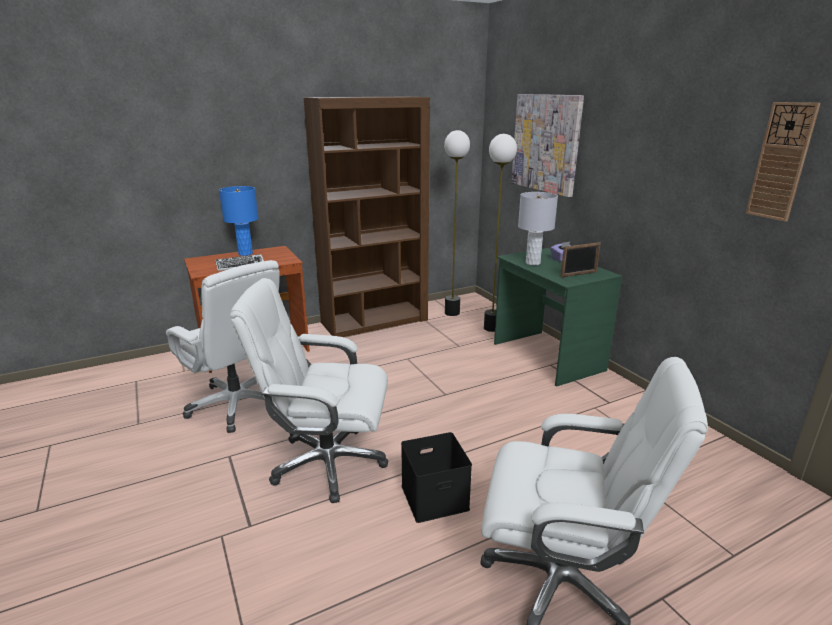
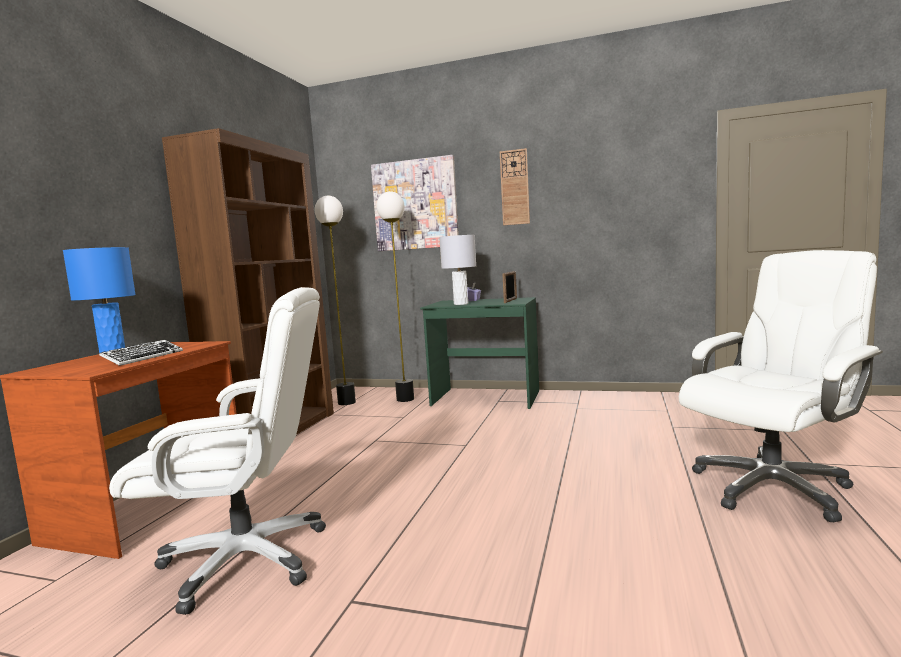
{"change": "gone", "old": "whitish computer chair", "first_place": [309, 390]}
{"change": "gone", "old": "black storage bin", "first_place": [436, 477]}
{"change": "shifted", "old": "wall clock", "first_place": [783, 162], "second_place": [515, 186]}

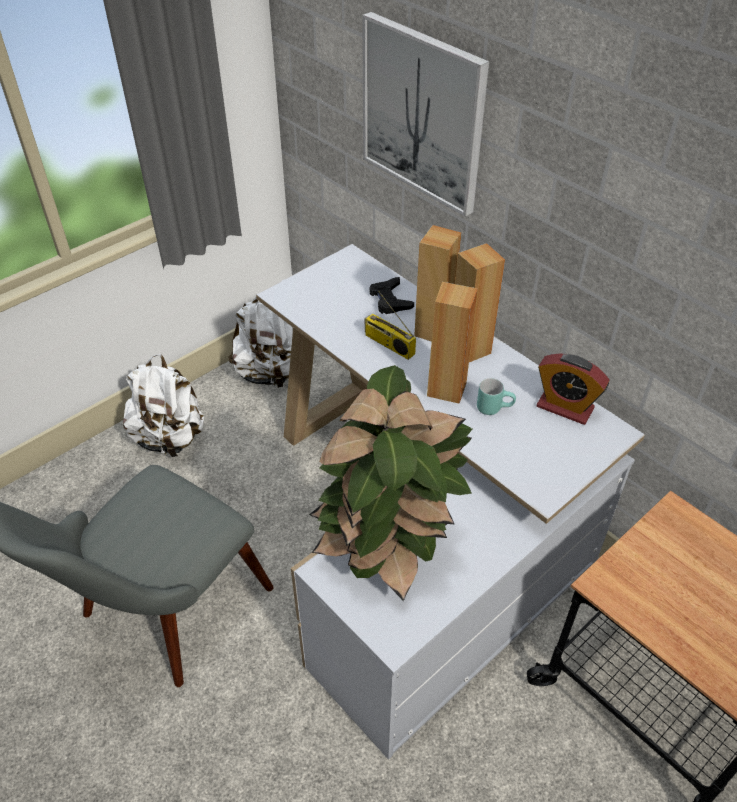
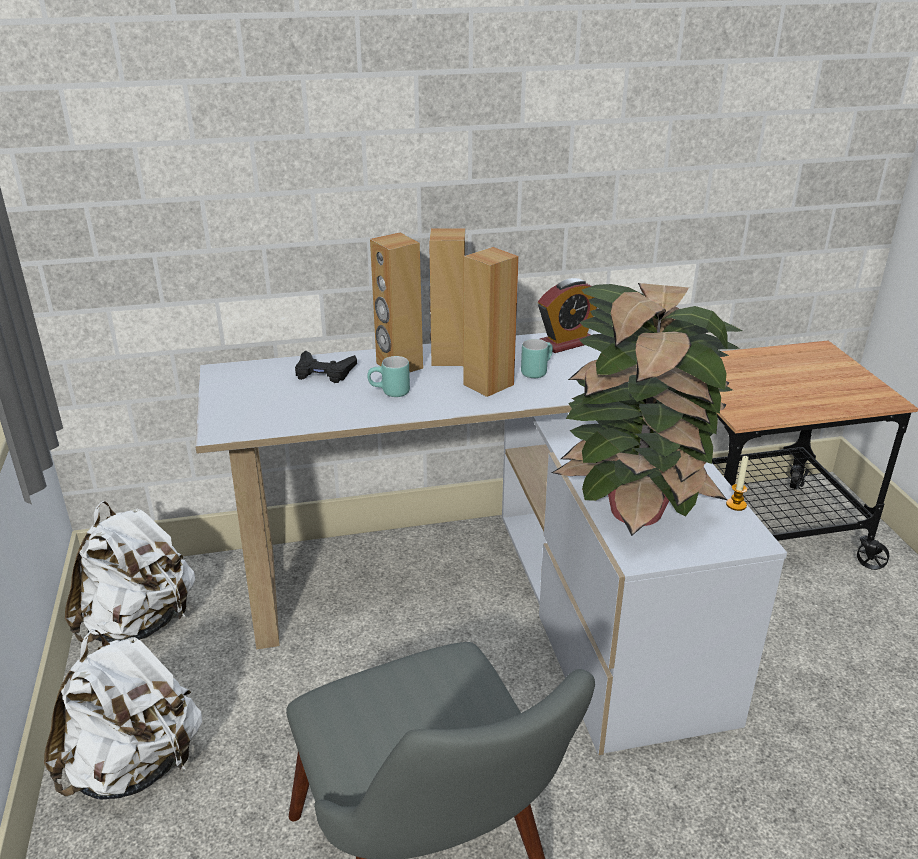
{"change": "gone", "old": "picture", "first_place": [426, 114]}
{"change": "new", "new": "candle", "second_place": [737, 483]}
{"change": "swapped", "old": "radio", "new": "turquoise coffee mug", "first_place": [390, 325], "second_place": [388, 376]}

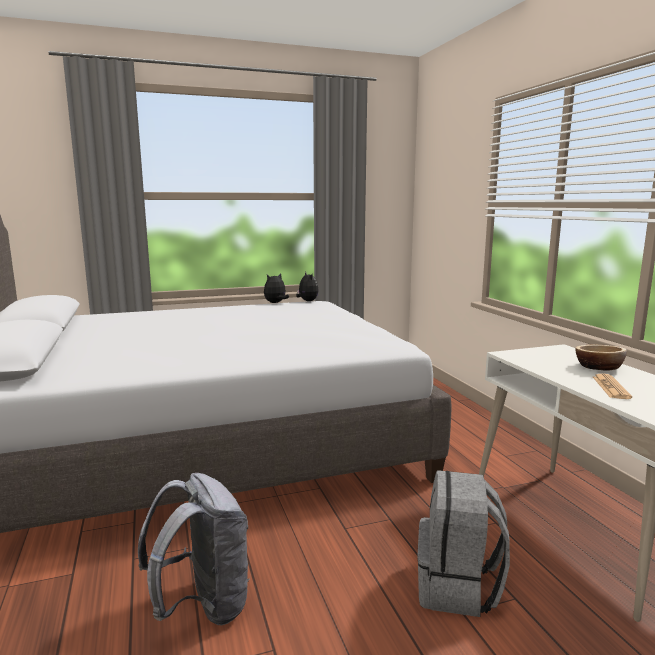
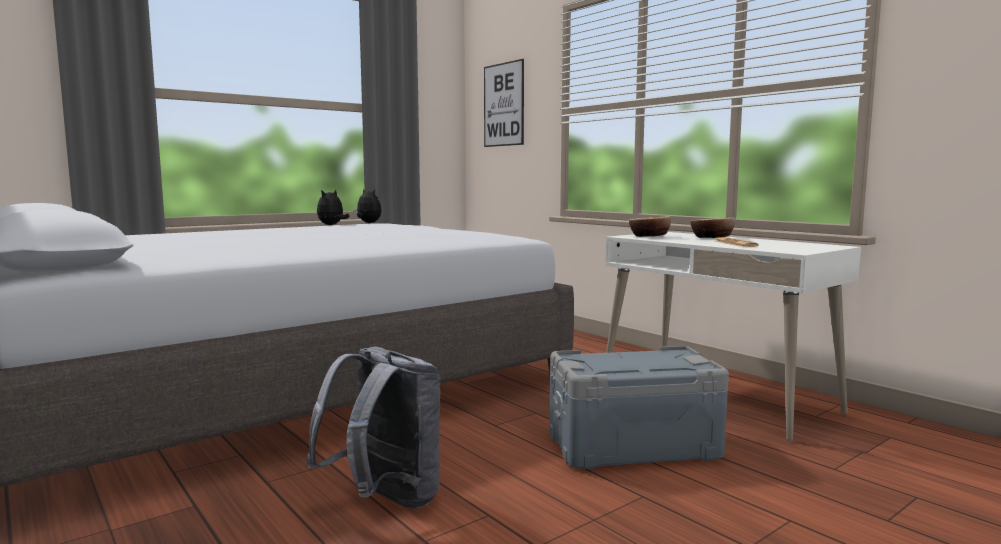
{"change": "new", "new": "picture", "second_place": [504, 103]}
{"change": "new", "new": "serving bowl", "second_place": [650, 226]}
{"change": "swapped", "old": "grey backpack", "new": "grey storage bin", "first_place": [463, 543], "second_place": [639, 407]}

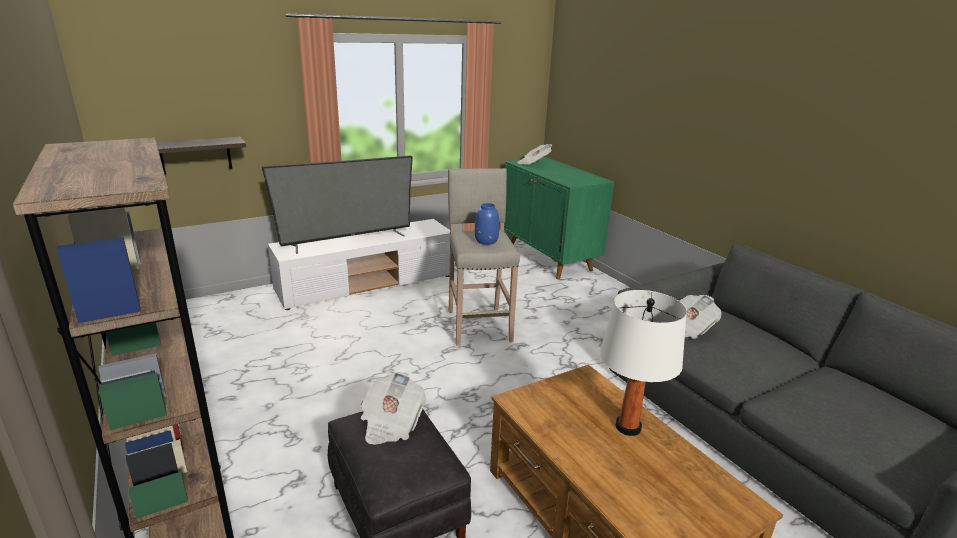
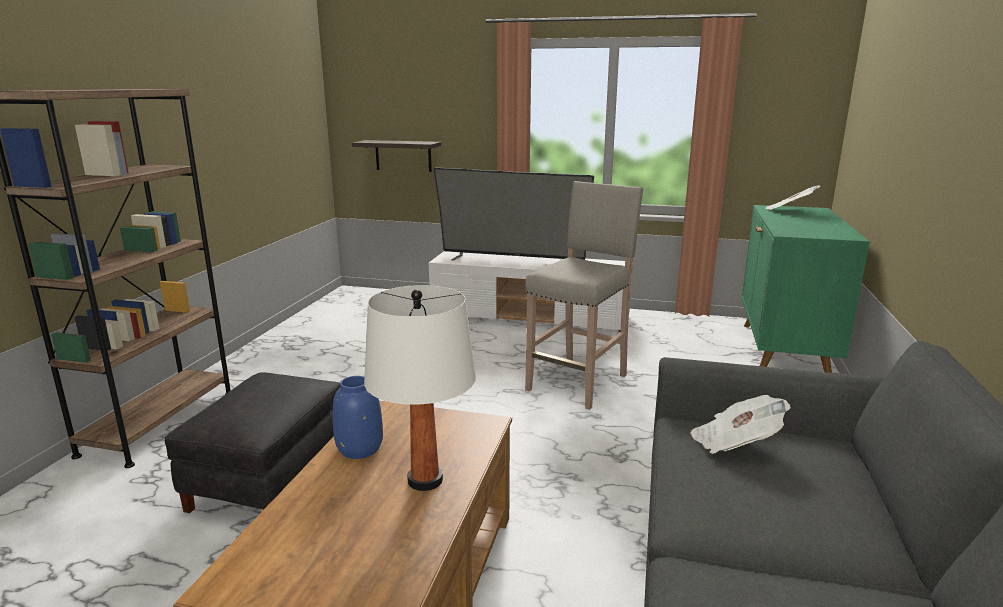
{"change": "gone", "old": "newspaper", "first_place": [393, 408]}
{"change": "shifted", "old": "blue-coloured flower vase", "first_place": [487, 224], "second_place": [357, 417]}

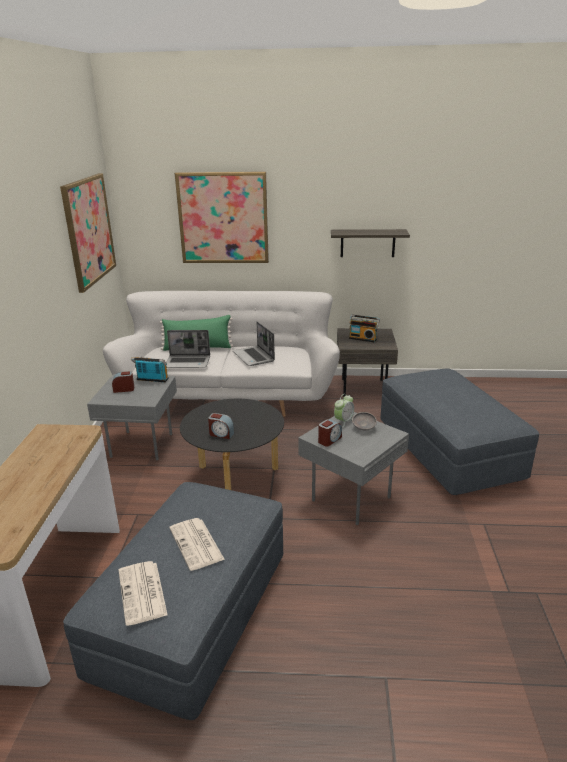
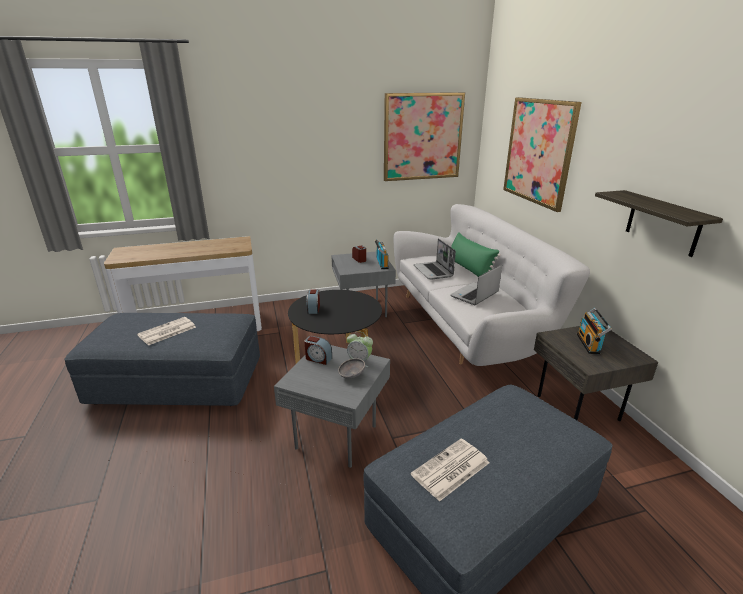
{"change": "shifted", "old": "newspaper", "first_place": [143, 593], "second_place": [450, 470]}

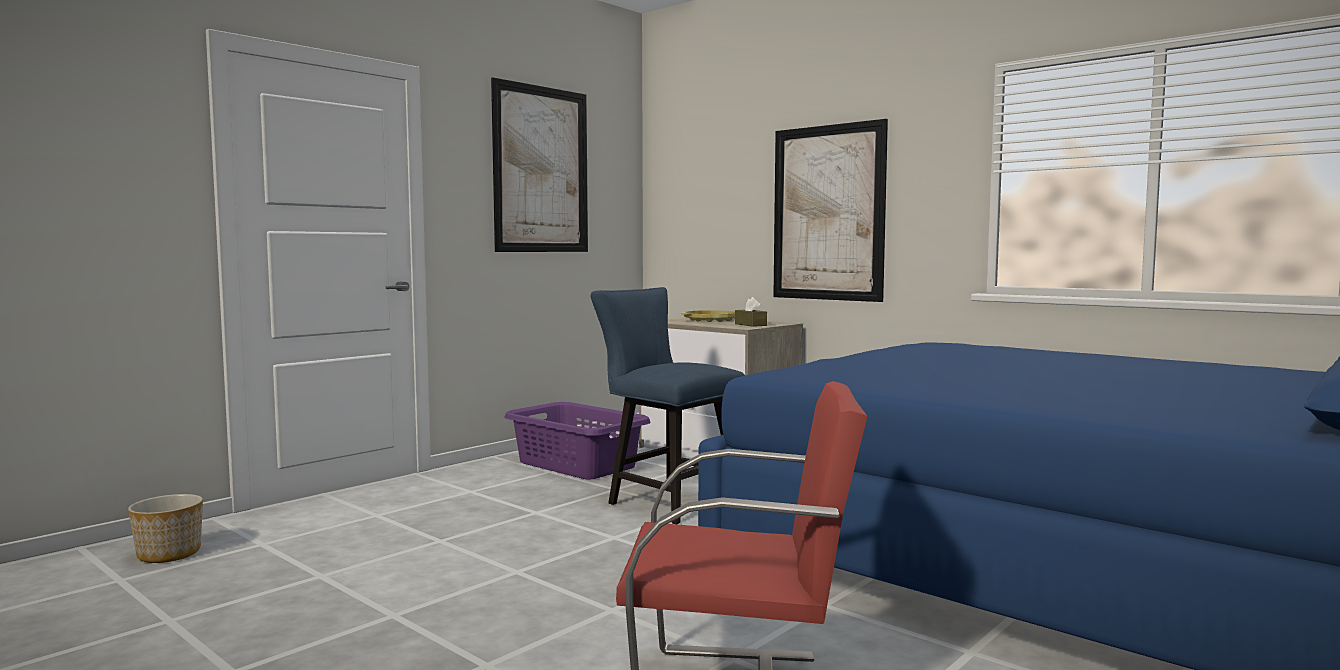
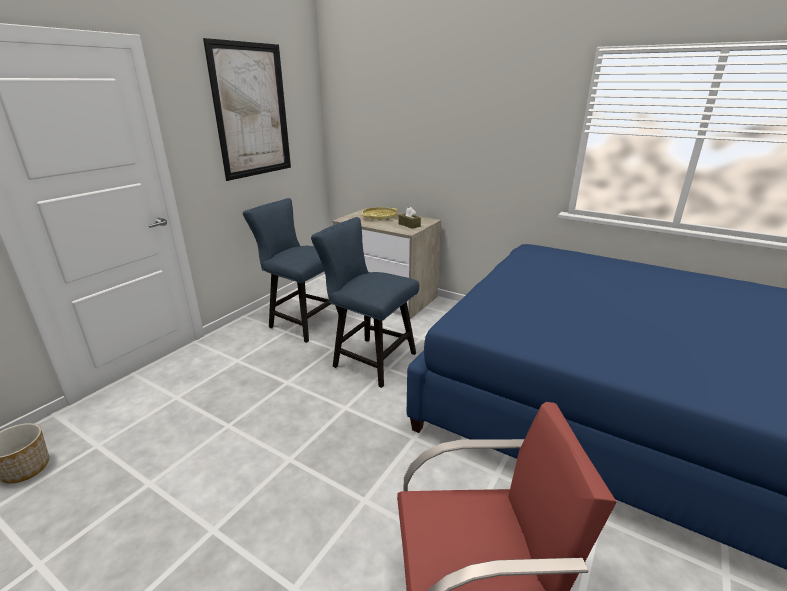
{"change": "gone", "old": "picture", "first_place": [830, 210]}
{"change": "swapped", "old": "purple-coloured washing basket", "new": "blue-coloured chair", "first_place": [577, 441], "second_place": [291, 270]}

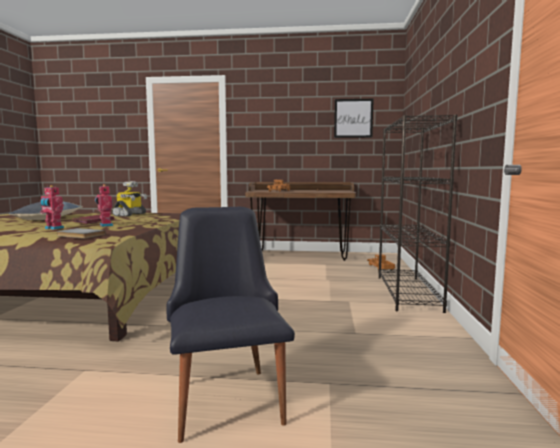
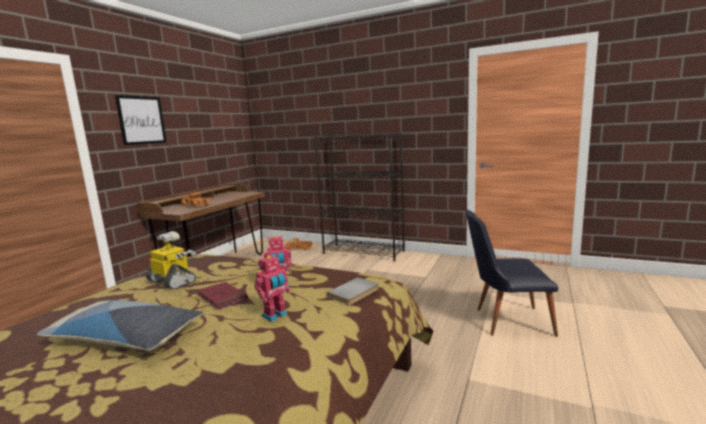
{"change": "shifted", "old": "picture", "first_place": [354, 118], "second_place": [141, 120]}

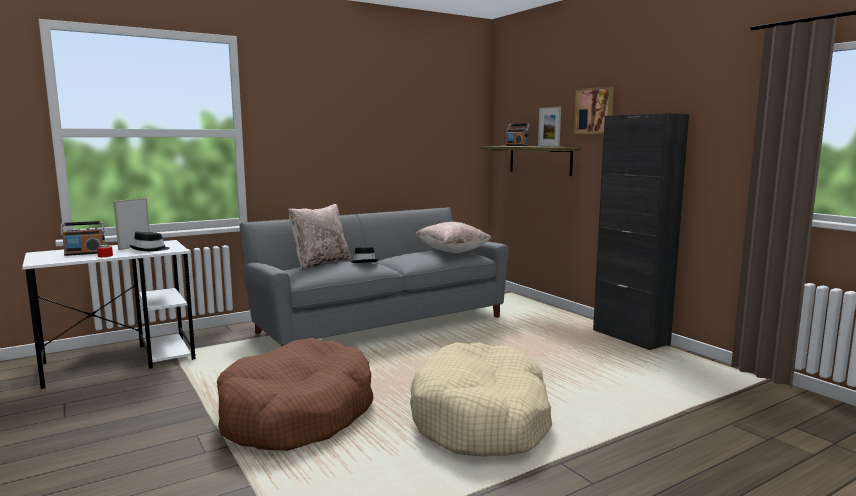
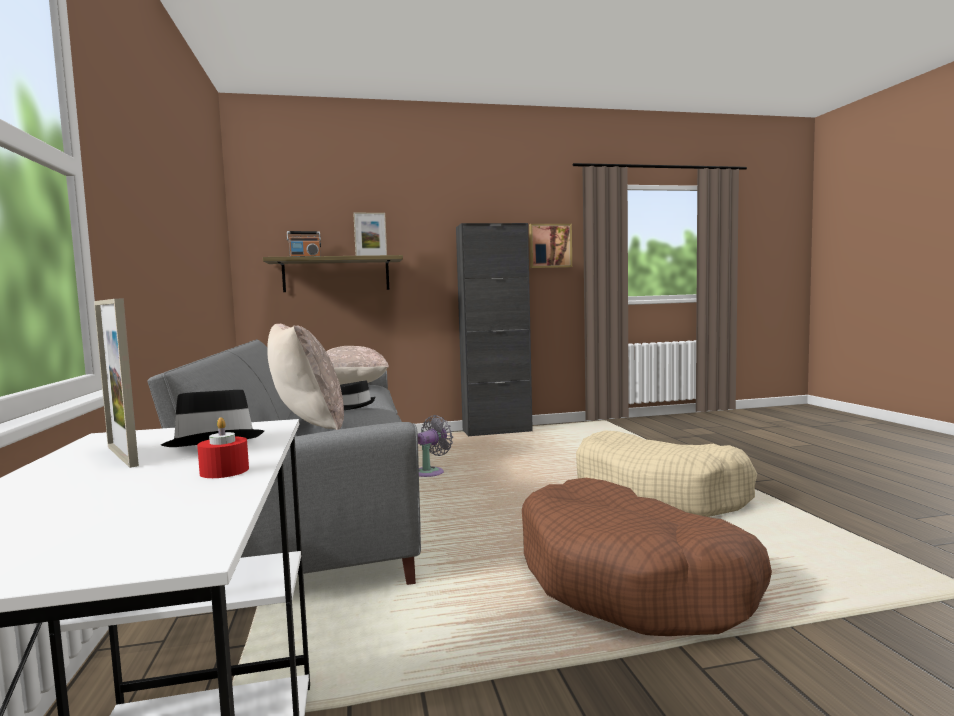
{"change": "gone", "old": "radio", "first_place": [82, 238]}
{"change": "new", "new": "grey cooling fan", "second_place": [435, 446]}
{"change": "shifted", "old": "picture", "first_place": [594, 110], "second_place": [550, 246]}

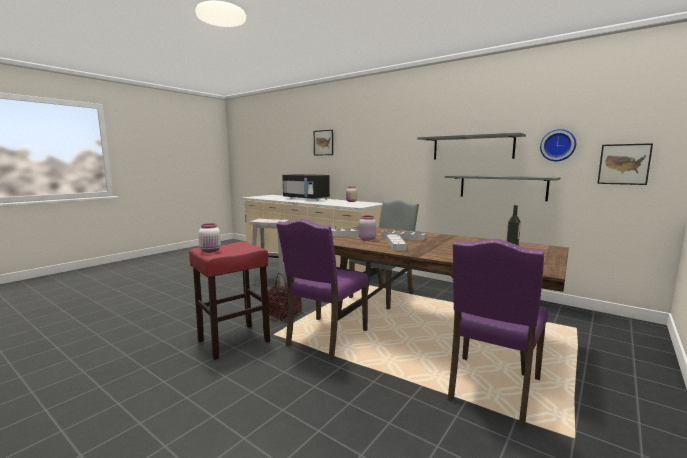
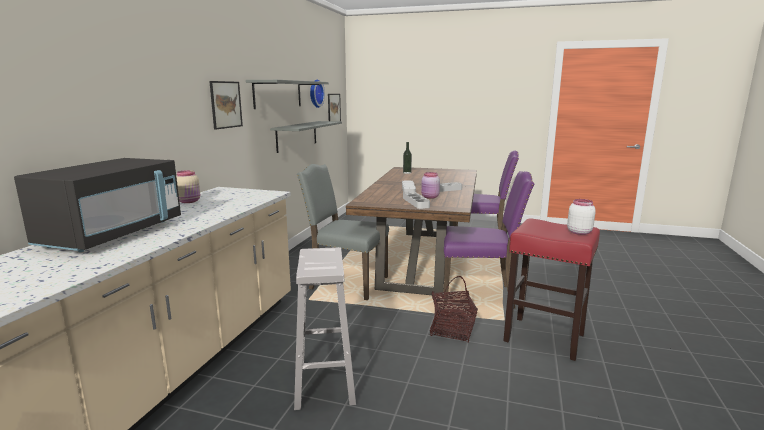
{"change": "shifted", "old": "picture", "first_place": [323, 143], "second_place": [226, 105]}

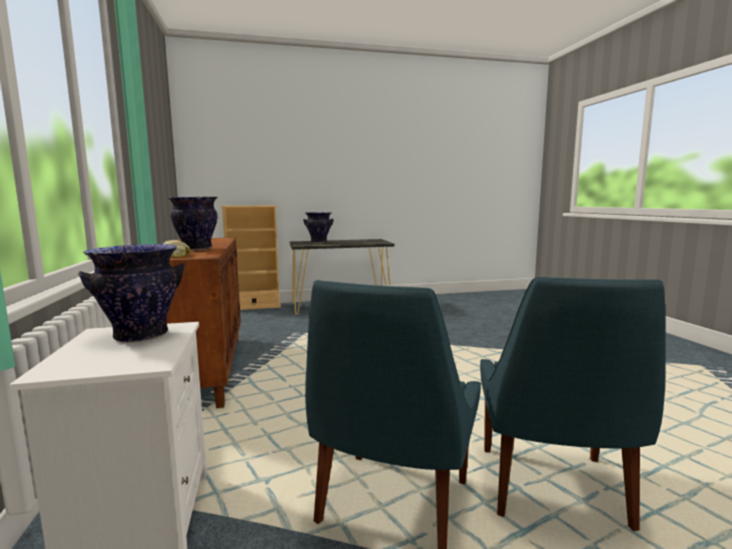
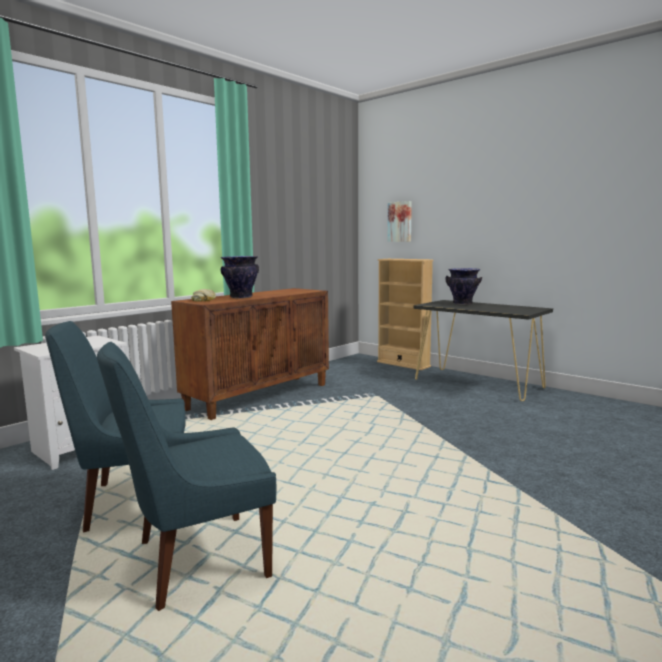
{"change": "gone", "old": "flower vase", "first_place": [131, 293]}
{"change": "new", "new": "picture", "second_place": [400, 221]}

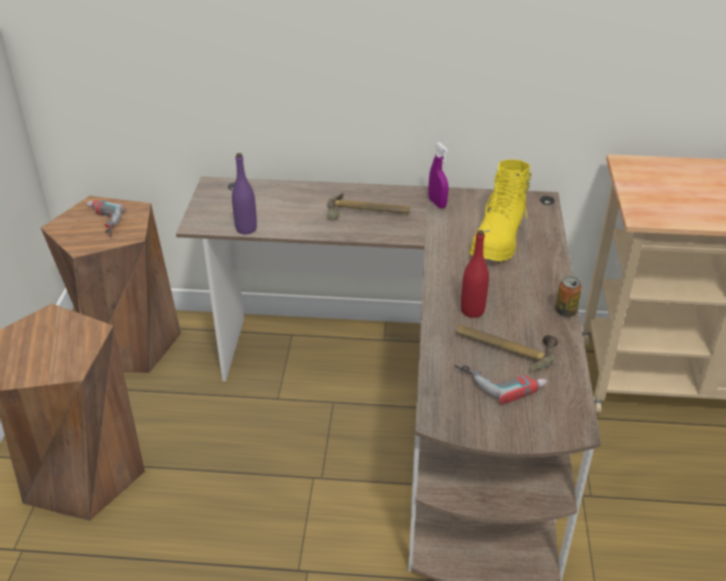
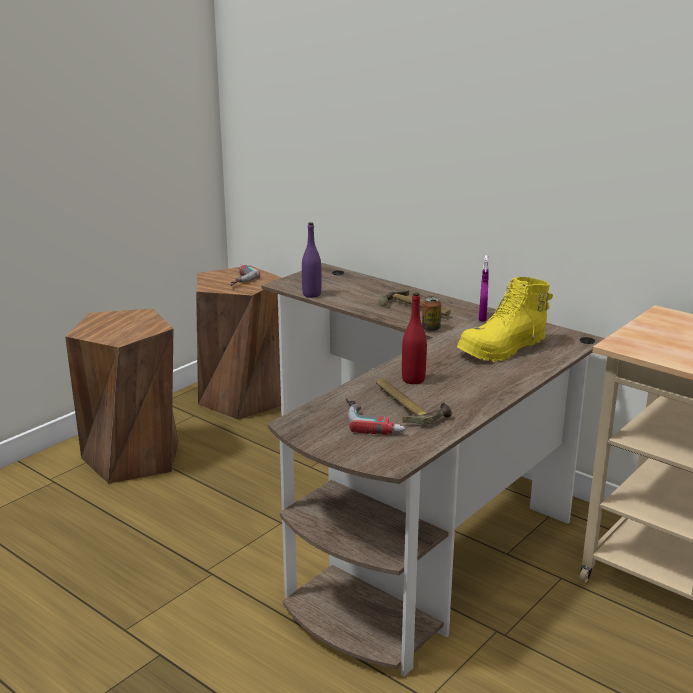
{"change": "shifted", "old": "metal can", "first_place": [568, 296], "second_place": [431, 314]}

